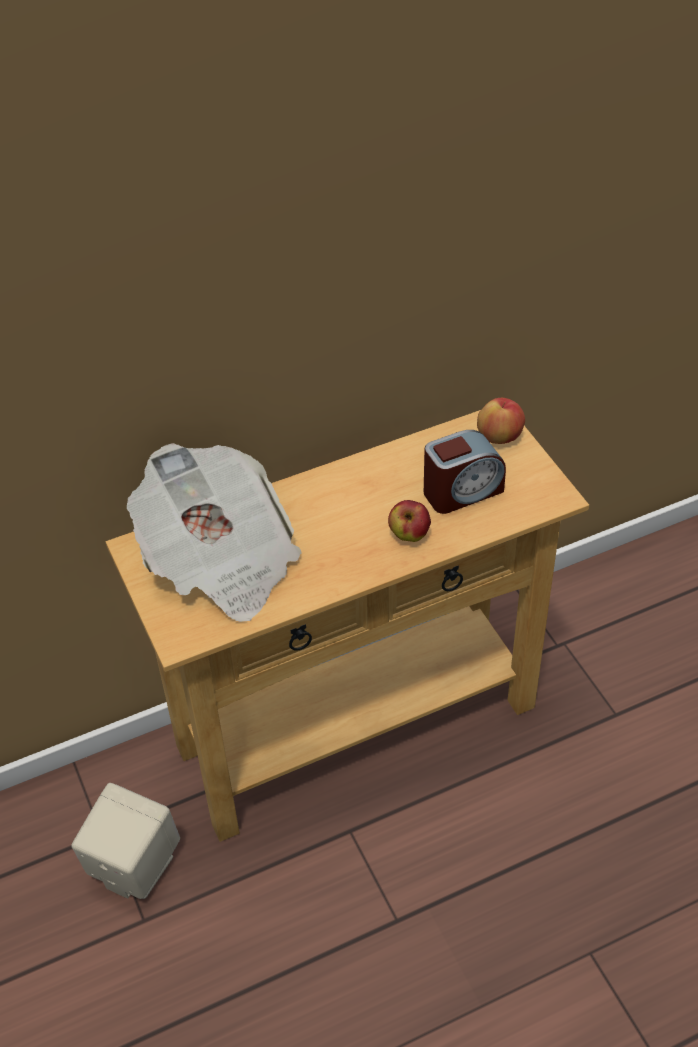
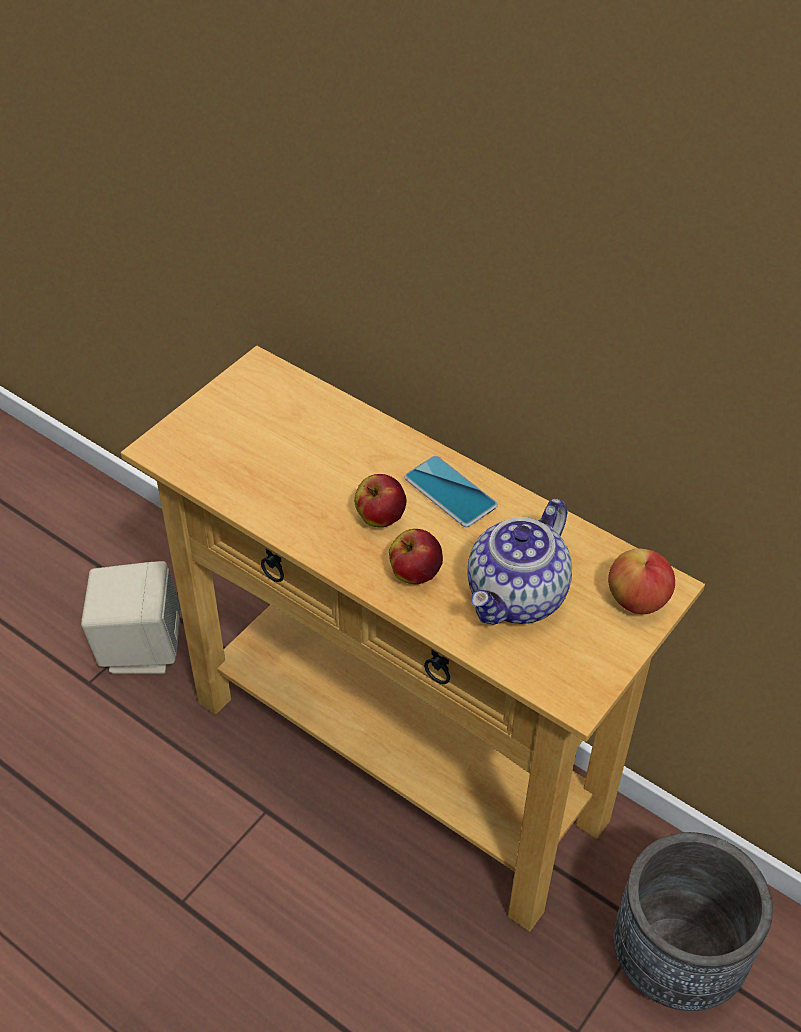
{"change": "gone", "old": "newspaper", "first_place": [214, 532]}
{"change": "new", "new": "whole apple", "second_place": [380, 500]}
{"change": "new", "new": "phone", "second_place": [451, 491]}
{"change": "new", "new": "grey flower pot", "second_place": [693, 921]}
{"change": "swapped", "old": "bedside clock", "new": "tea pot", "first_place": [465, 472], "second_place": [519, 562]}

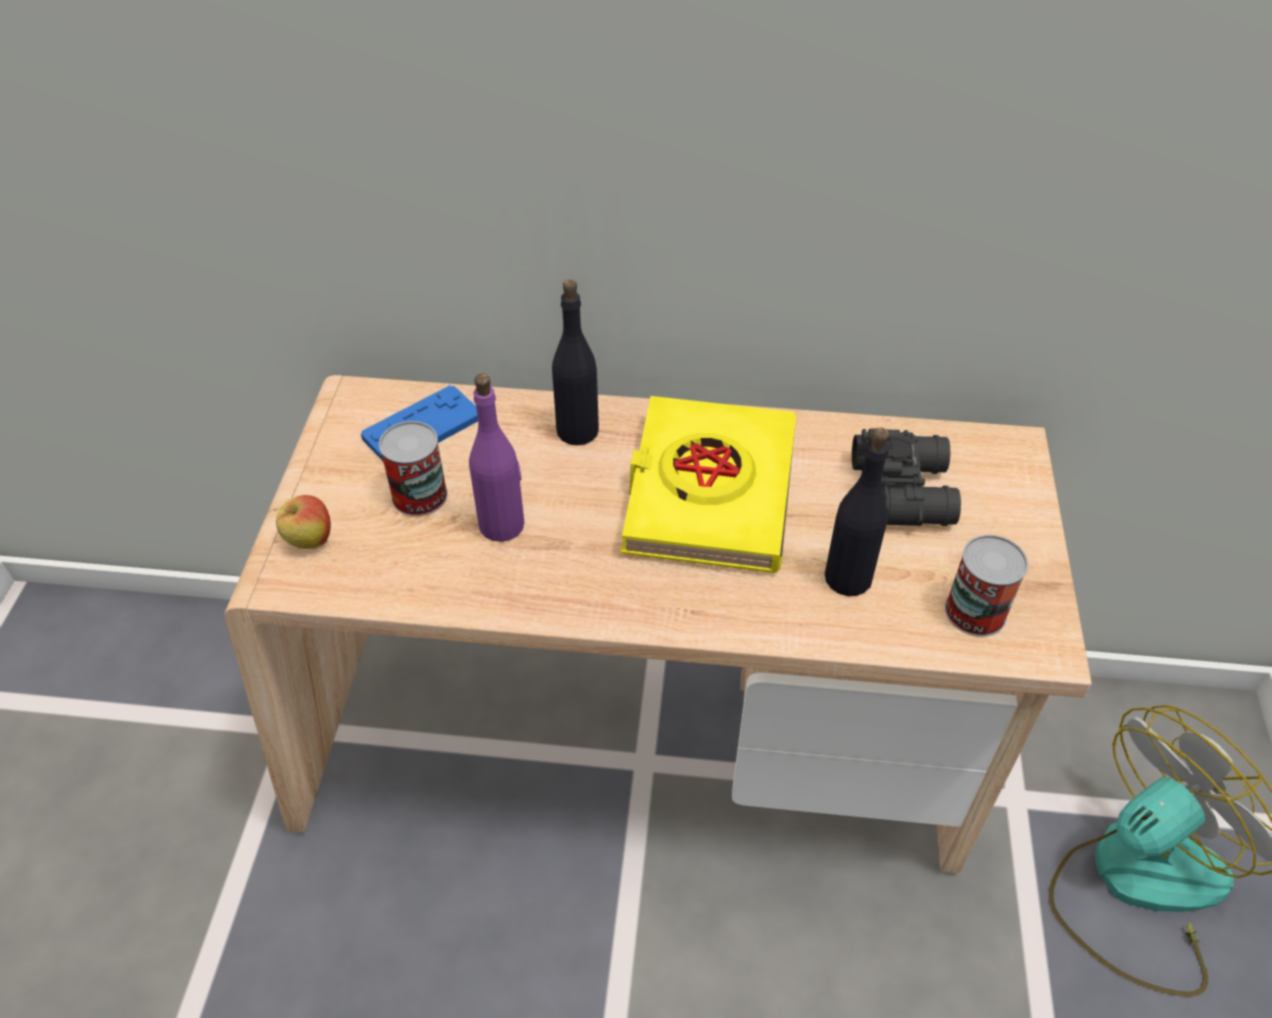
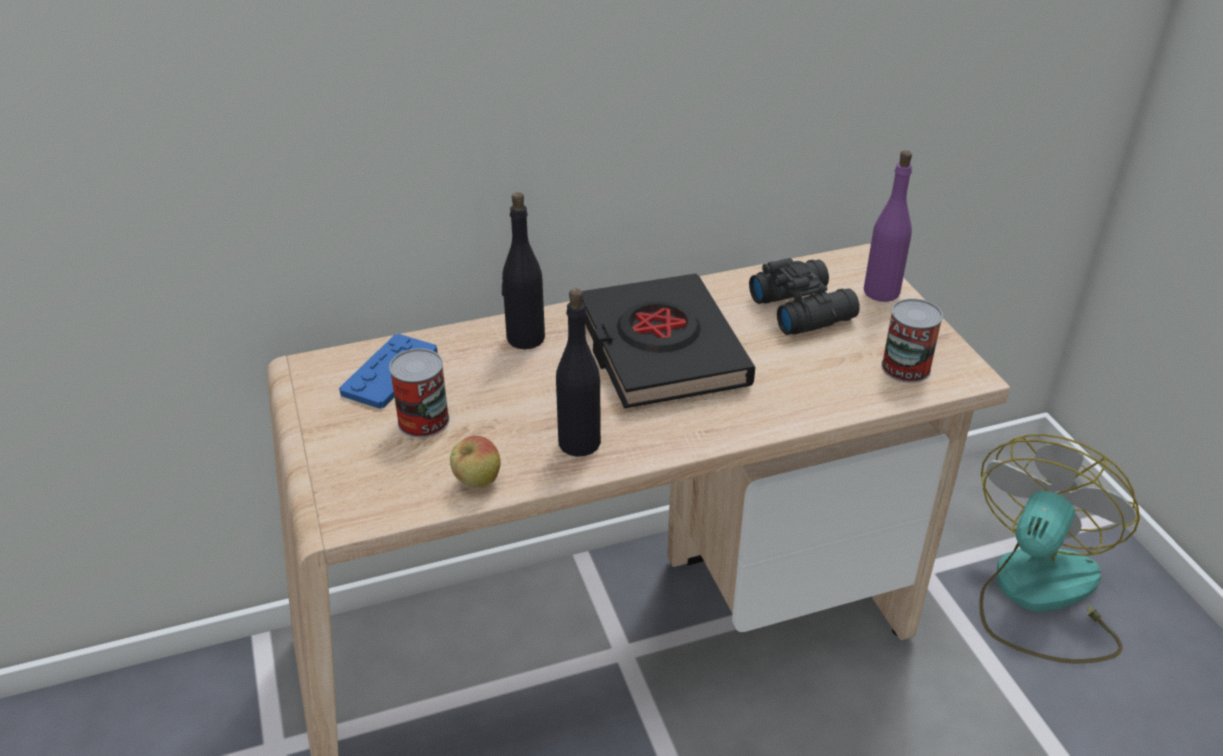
{"change": "shifted", "old": "whole apple", "first_place": [302, 522], "second_place": [475, 461]}
{"change": "shifted", "old": "purple-coloured beverage bottle", "first_place": [497, 458], "second_place": [888, 226]}
{"change": "shifted", "old": "black beverage bottle", "first_place": [857, 512], "second_place": [578, 372]}
{"change": "repainted", "old": "yellow-coloured book", "new": "black book", "first_place": [708, 484], "second_place": [668, 341]}

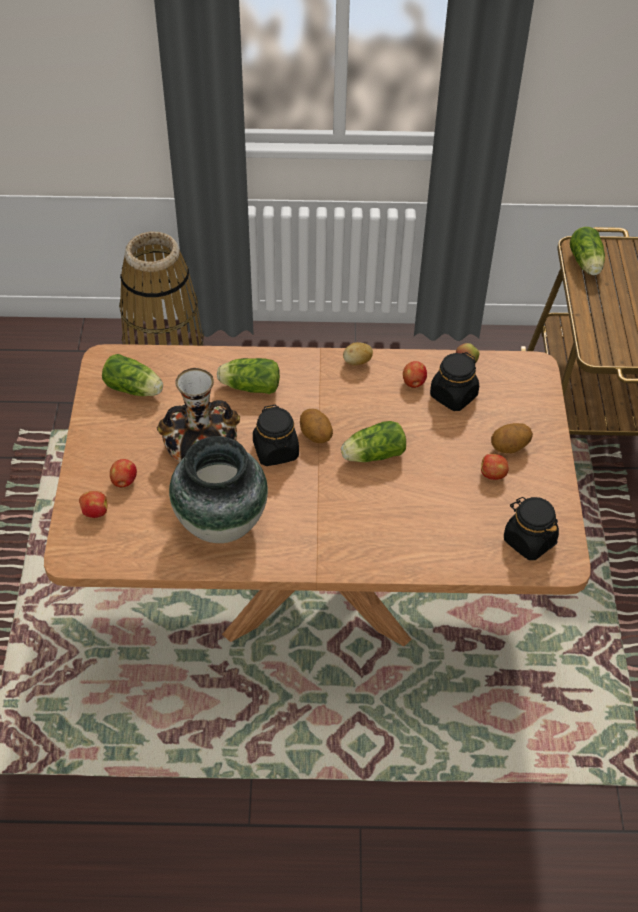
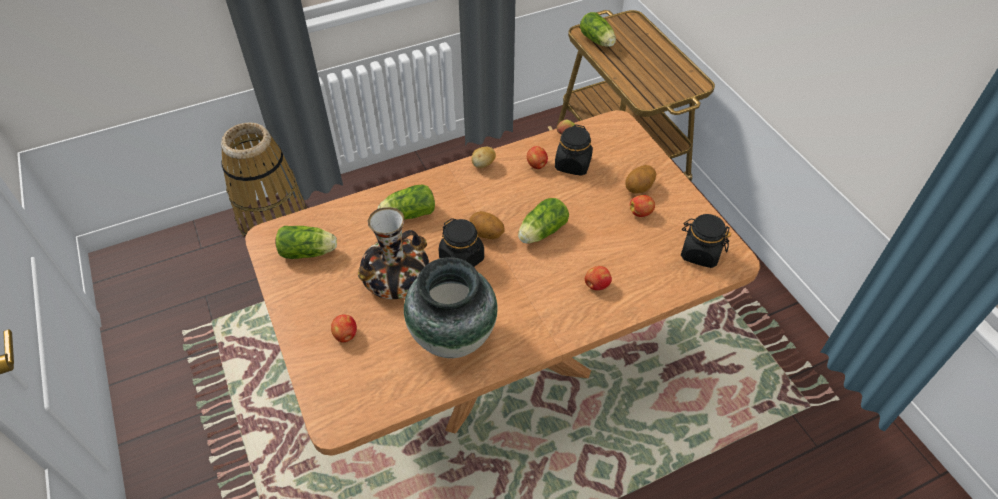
{"change": "shifted", "old": "whole apple", "first_place": [93, 504], "second_place": [598, 278]}

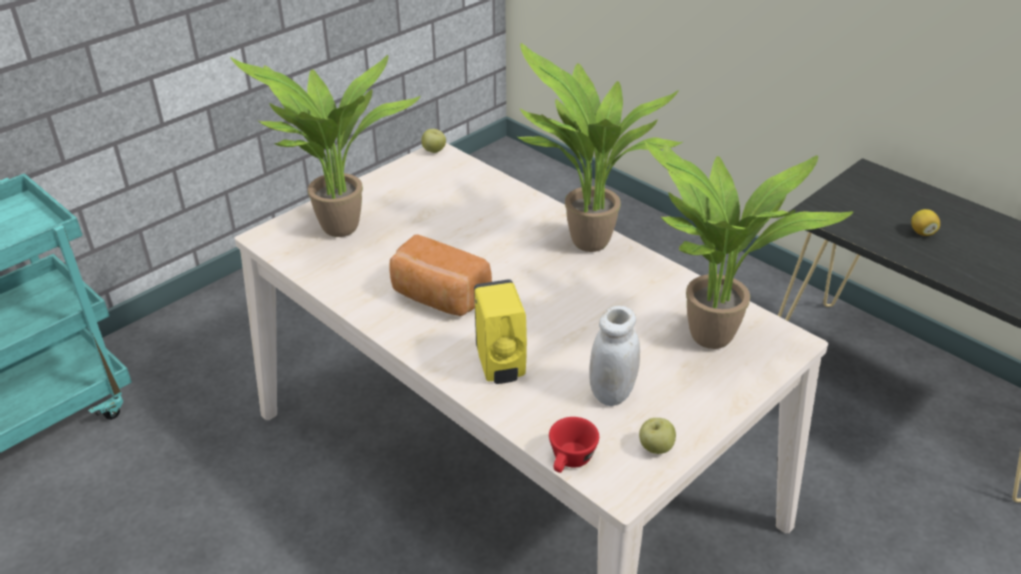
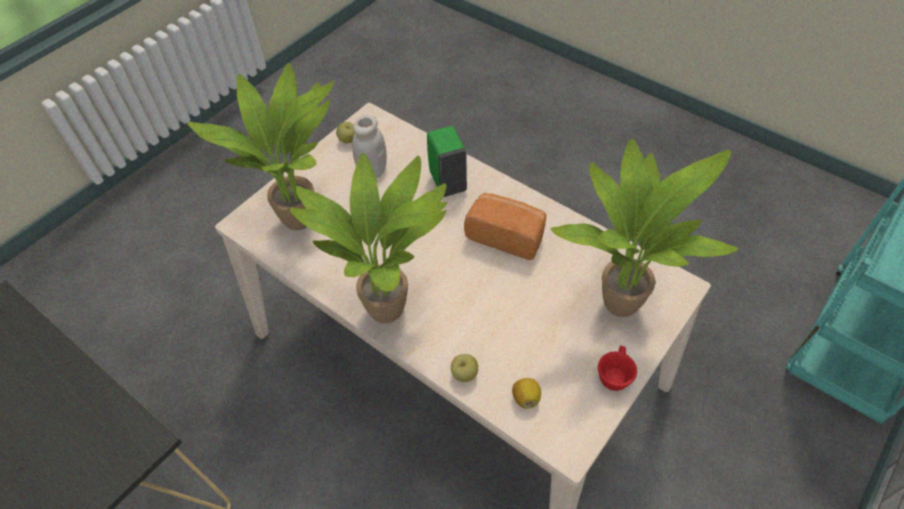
{"change": "shifted", "old": "whole apple", "first_place": [433, 141], "second_place": [464, 368]}
{"change": "shifted", "old": "reddish cup", "first_place": [574, 445], "second_place": [617, 368]}
{"change": "shifted", "old": "lemon", "first_place": [925, 222], "second_place": [526, 393]}
{"change": "repainted", "old": "yellow-coloured liquid soap bottle", "new": "green liquid soap bottle", "first_place": [500, 331], "second_place": [447, 161]}

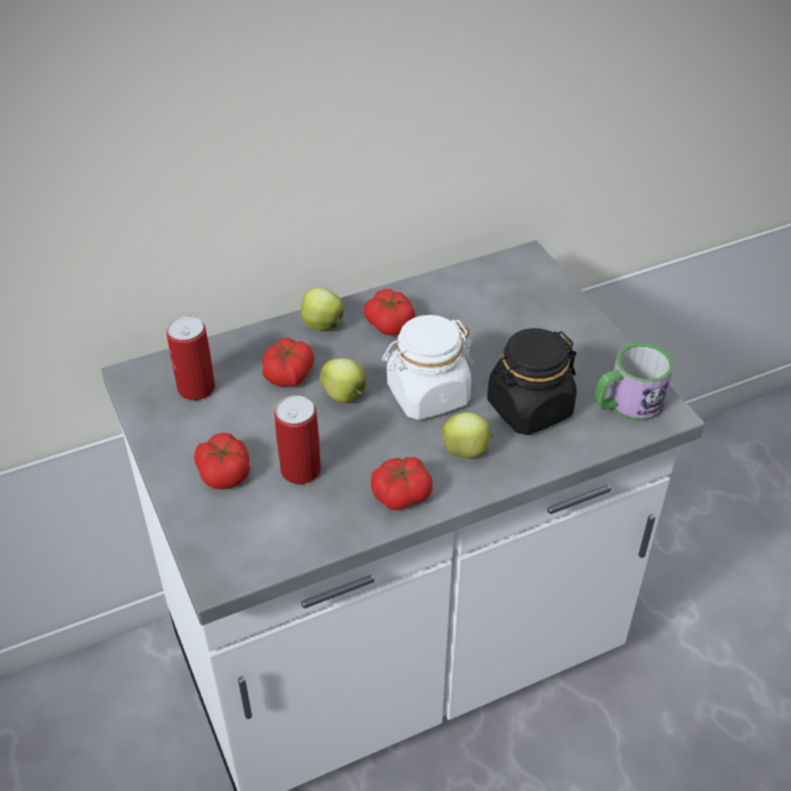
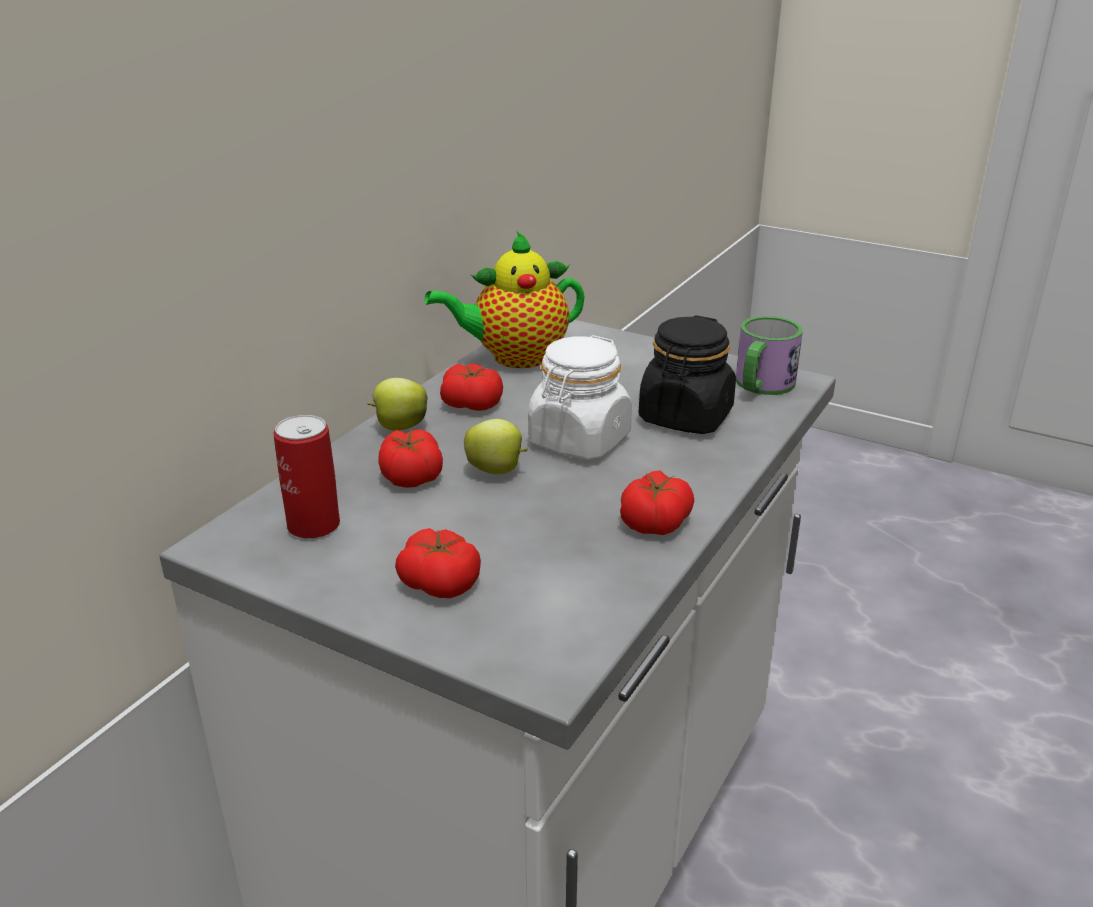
{"change": "gone", "old": "metal can", "first_place": [297, 439]}
{"change": "gone", "old": "whole apple", "first_place": [468, 435]}
{"change": "new", "new": "tea pot", "second_place": [504, 299]}

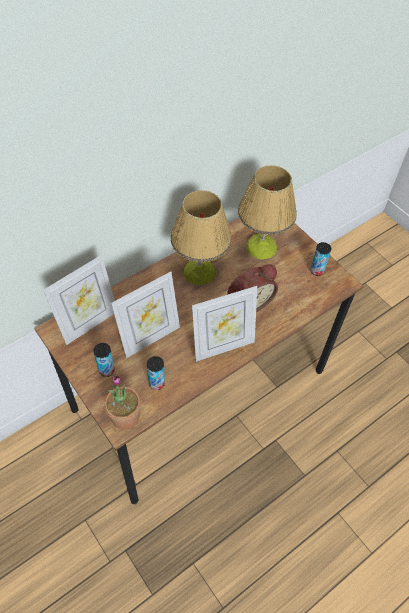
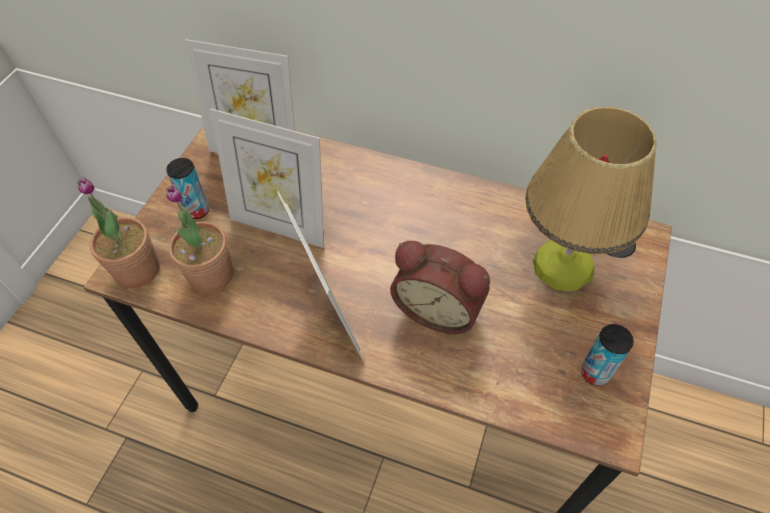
{"change": "gone", "old": "table lamp", "first_place": [201, 237]}
{"change": "swapped", "old": "metal can", "new": "plant in a pot", "first_place": [156, 373], "second_place": [199, 238]}
{"change": "rotated", "old": "photo frame", "first_place": [224, 324], "second_place": [320, 276], "degrees": -150}

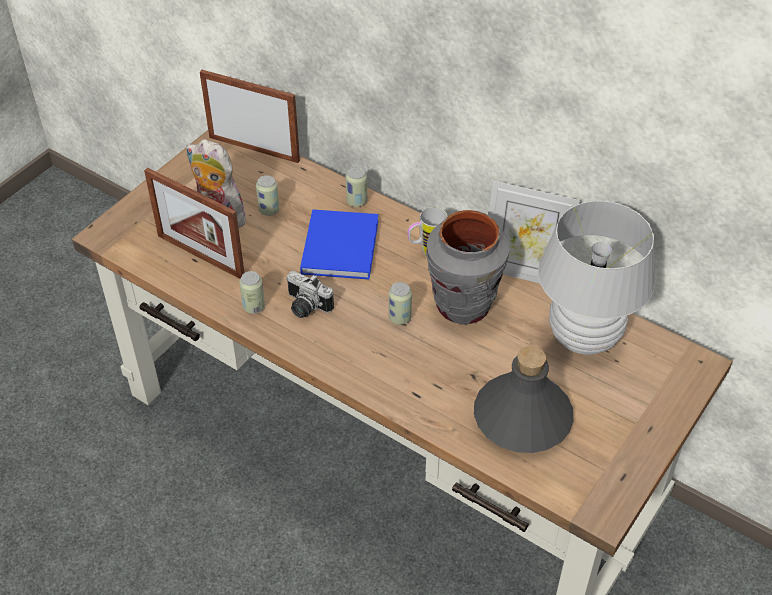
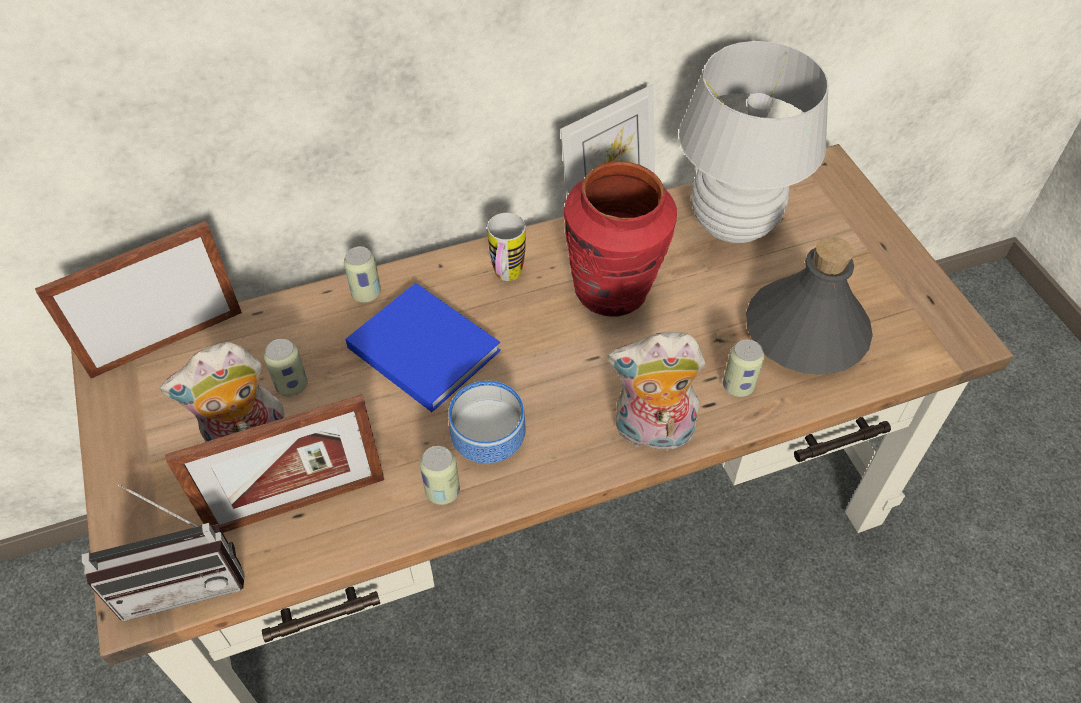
{"change": "new", "new": "radio", "second_place": [163, 553]}
{"change": "new", "new": "plush toy", "second_place": [656, 394]}
{"change": "shifted", "old": "metal can", "first_place": [400, 303], "second_place": [743, 368]}
{"change": "swapped", "old": "still camera", "new": "serving bowl", "first_place": [310, 294], "second_place": [487, 422]}
{"change": "repainted", "old": "grey flower vase", "new": "reddish flower vase", "first_place": [467, 267], "second_place": [620, 239]}

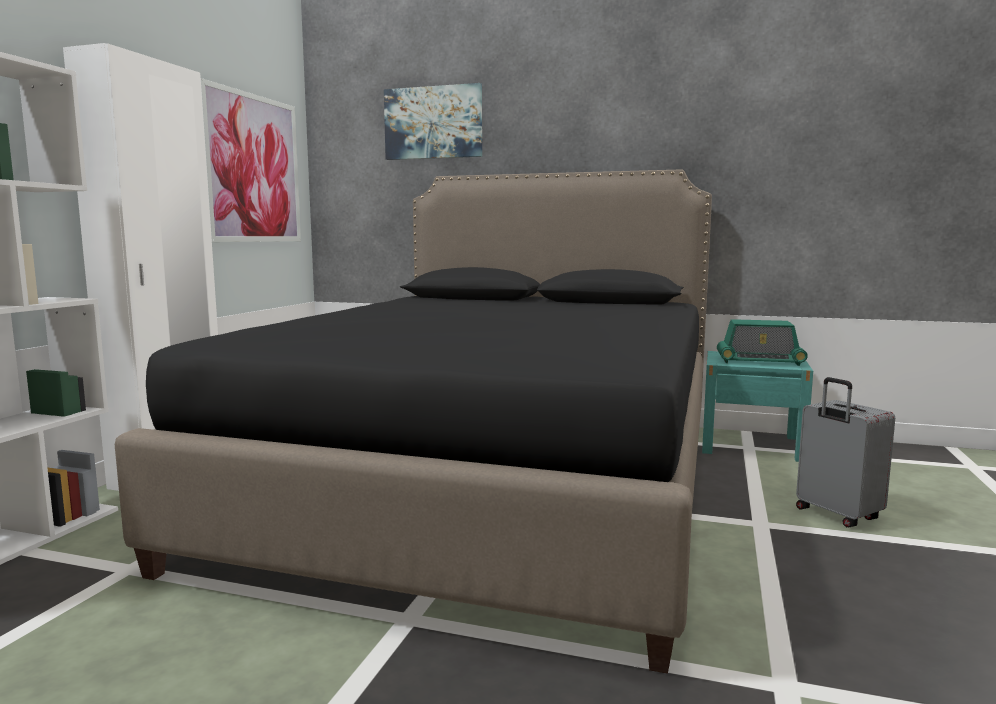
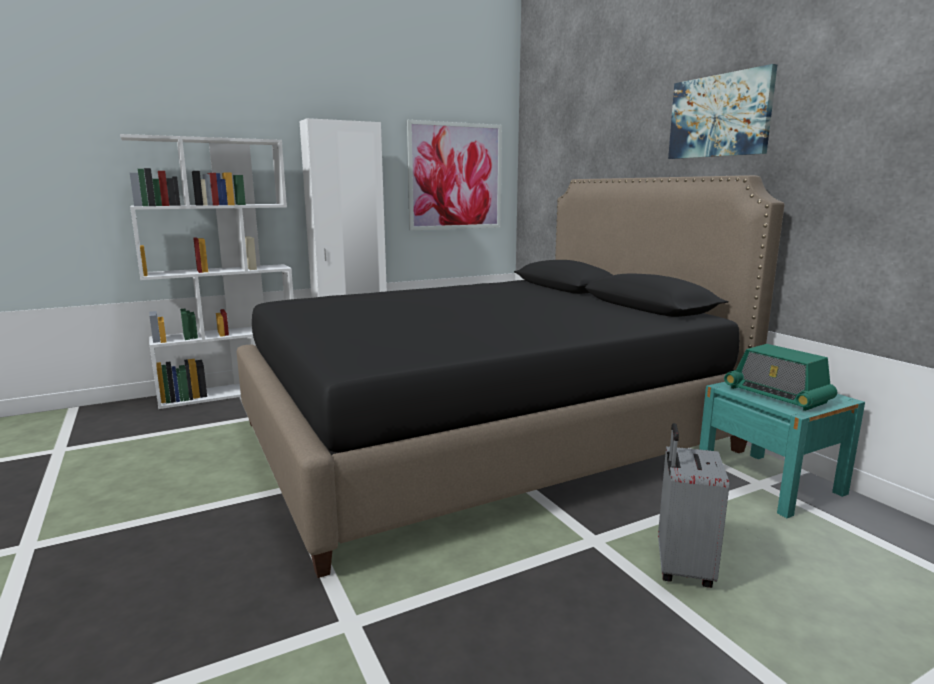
{"change": "shifted", "old": "picture", "first_place": [433, 121], "second_place": [722, 111]}

